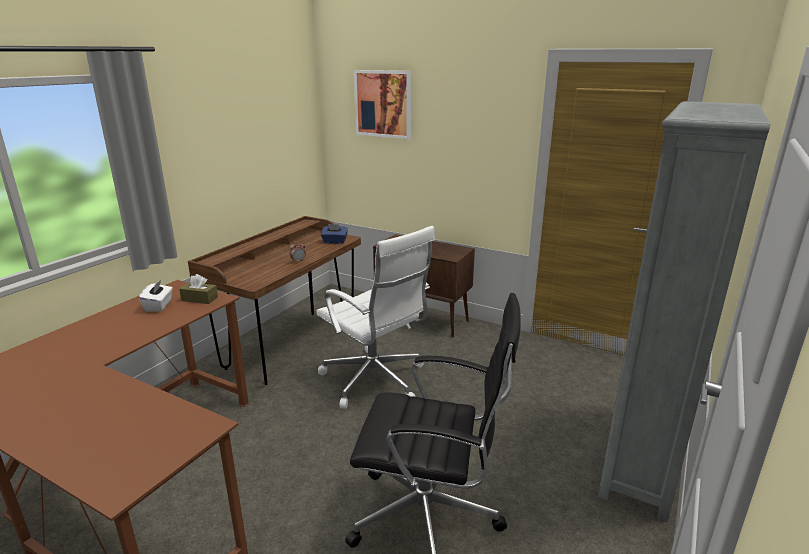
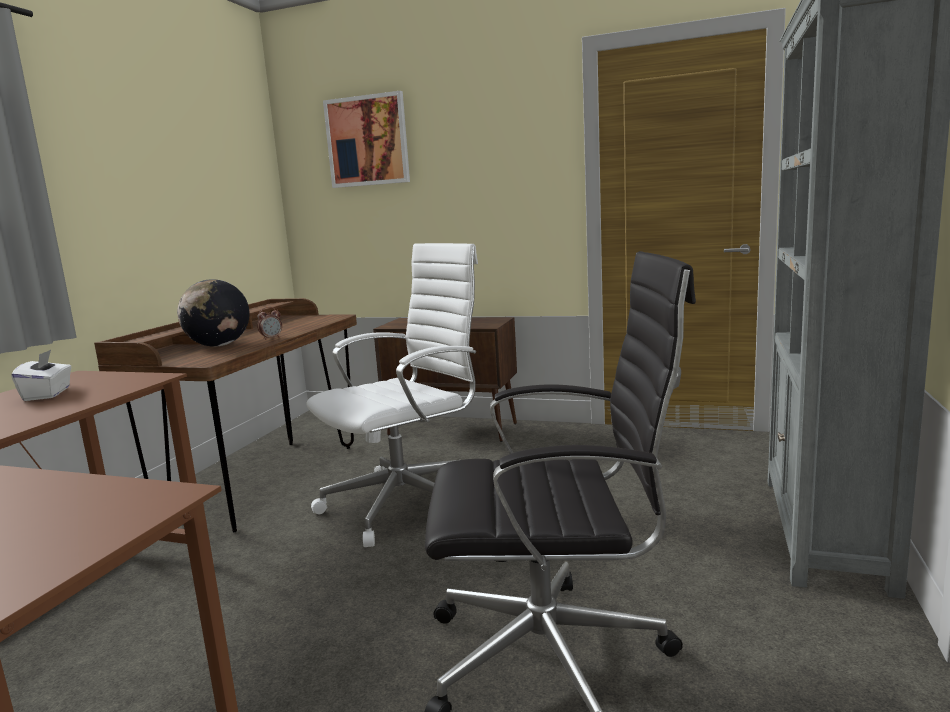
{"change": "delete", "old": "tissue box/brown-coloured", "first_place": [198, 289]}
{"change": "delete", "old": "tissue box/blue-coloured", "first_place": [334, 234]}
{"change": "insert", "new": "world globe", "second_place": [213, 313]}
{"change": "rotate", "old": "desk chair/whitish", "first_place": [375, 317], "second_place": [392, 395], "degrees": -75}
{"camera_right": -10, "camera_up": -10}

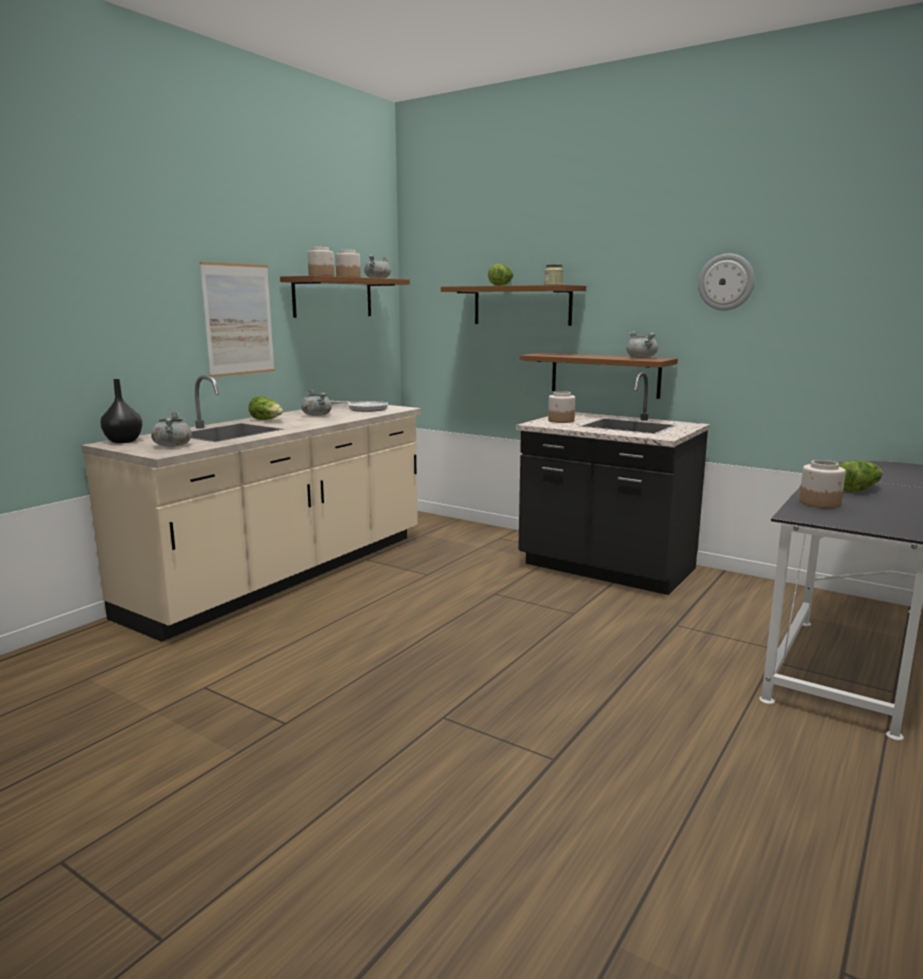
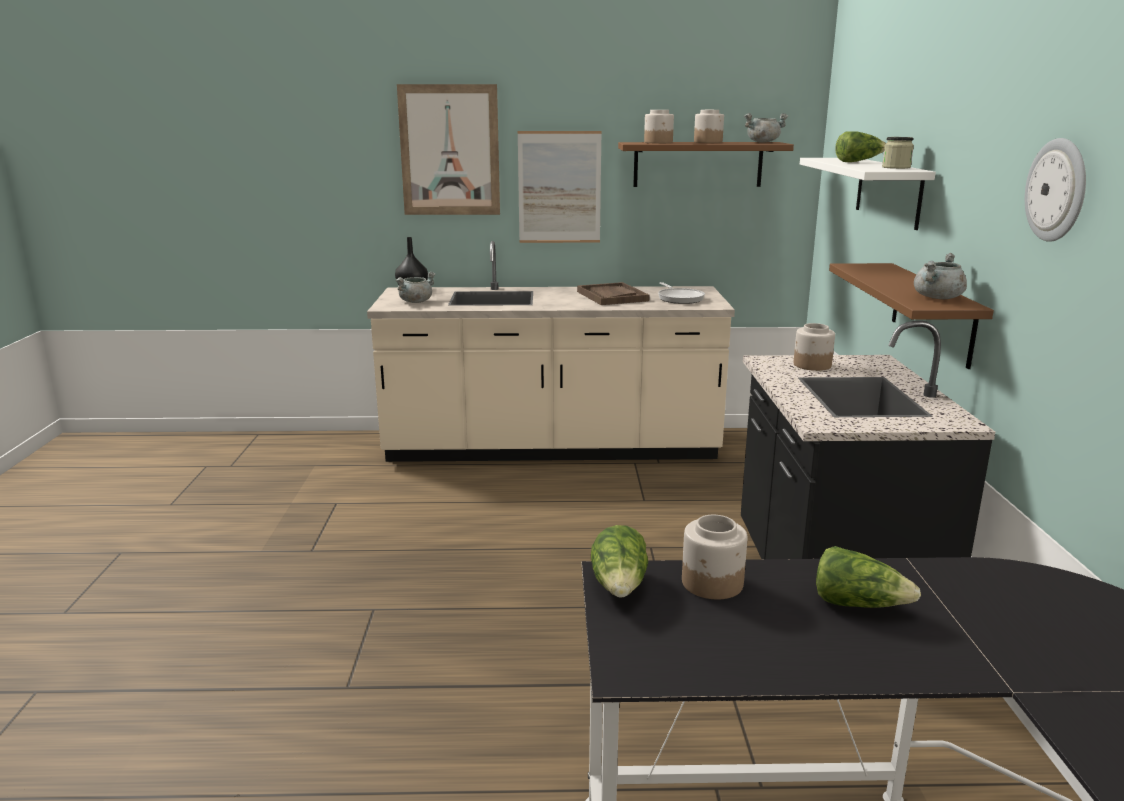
{"change": "insert", "new": "wall picture", "second_place": [448, 149]}
{"change": "move", "old": "lettuce", "first_place": [266, 408], "second_place": [619, 561]}
{"change": "replace", "old": "cooking pot/gray", "new": "tray/brown-coloured", "first_place": [316, 402], "second_place": [613, 293]}
{"change": "recolor", "old": "shelf/brown-coloured", "new": "shelf/whitish", "first_place": [513, 305], "second_place": [868, 194]}
{"camera_right": 55, "camera_up": 5}

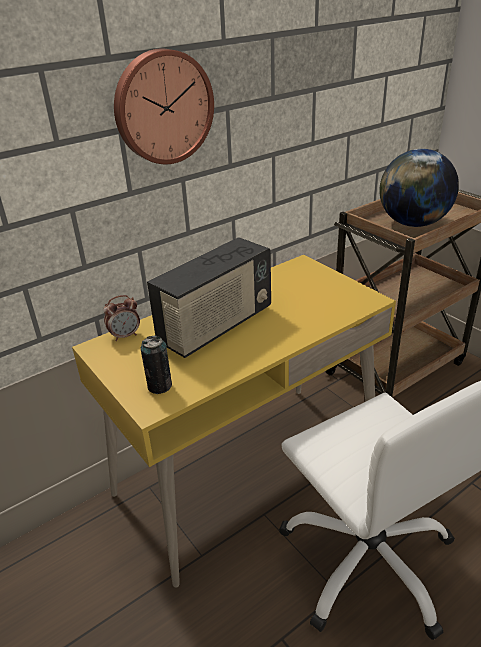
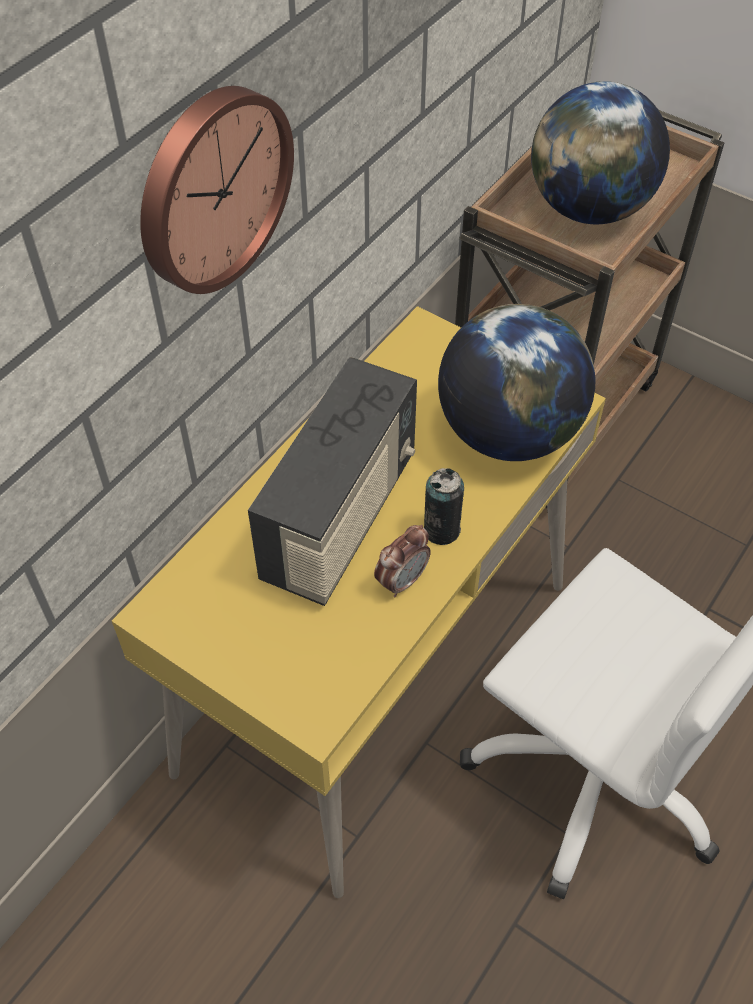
{"change": "insert", "new": "world globe", "second_place": [516, 382]}
{"change": "move", "old": "table clock", "first_place": [121, 318], "second_place": [402, 561]}
{"change": "move", "old": "sealed can", "first_place": [156, 365], "second_place": [444, 506]}
{"camera_right": -20, "camera_up": 20}

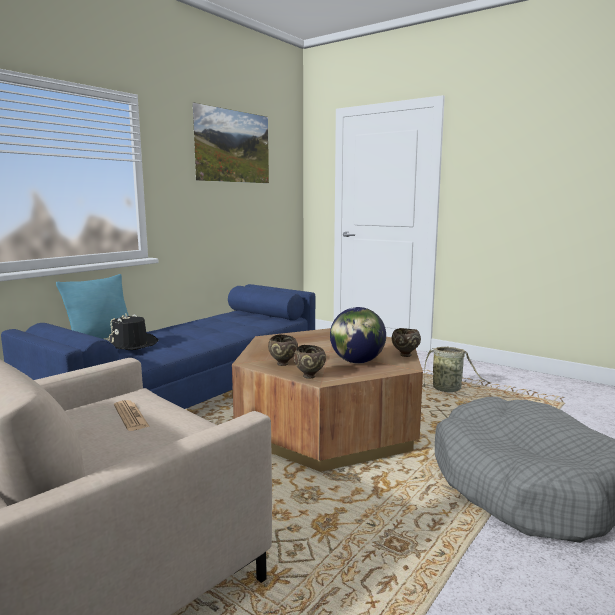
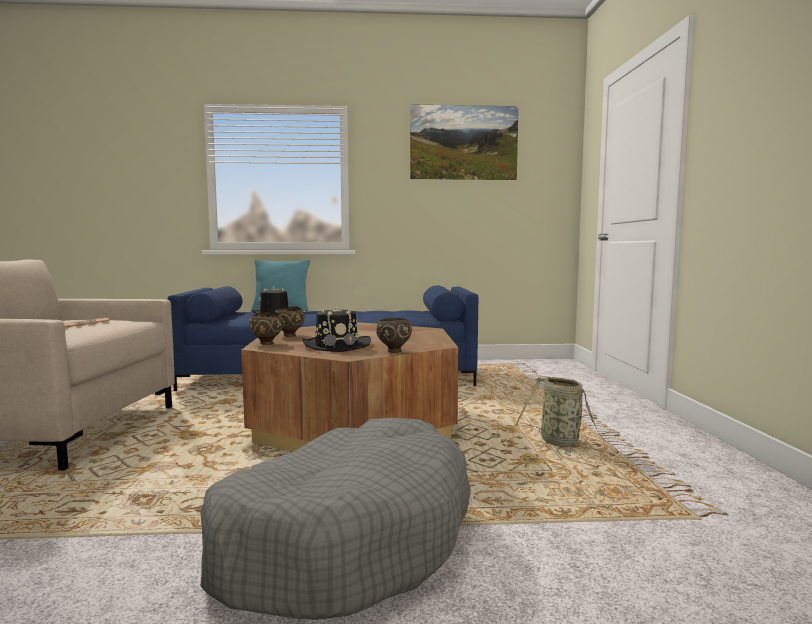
{"change": "replace", "old": "world globe", "new": "wearable hat/black-coloured", "first_place": [358, 335], "second_place": [336, 328]}
{"camera_right": 50, "camera_up": -5}

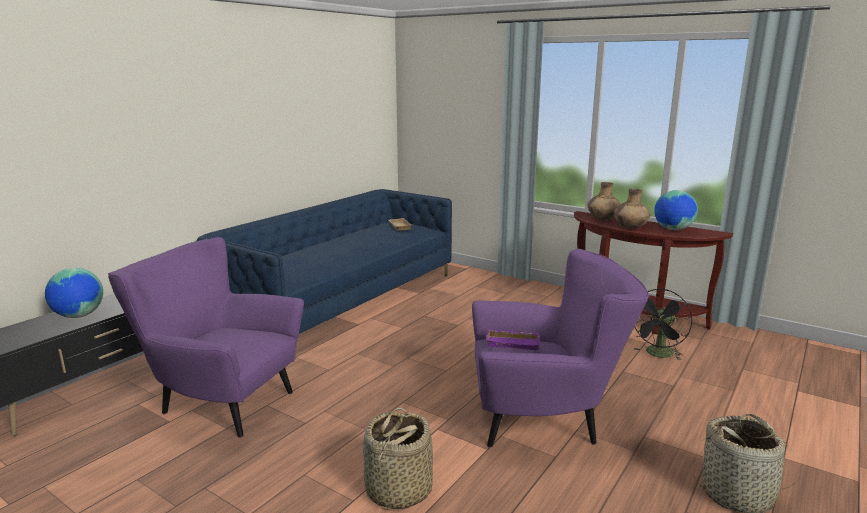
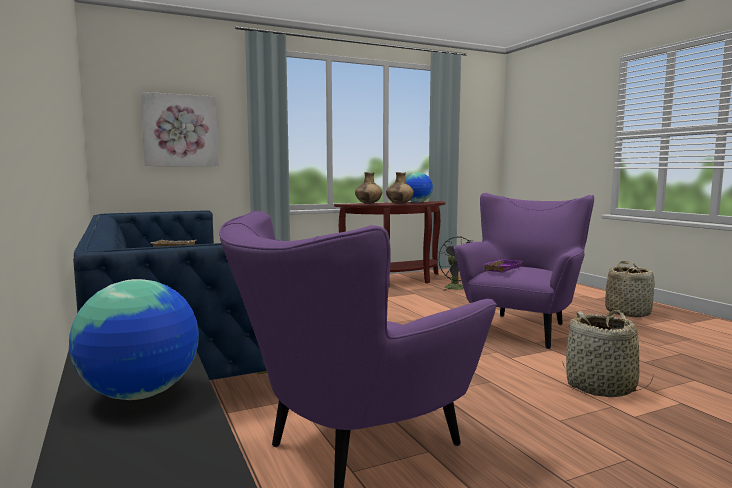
{"change": "insert", "new": "wall picture", "second_place": [179, 129]}
{"camera_right": -60, "camera_up": -10}

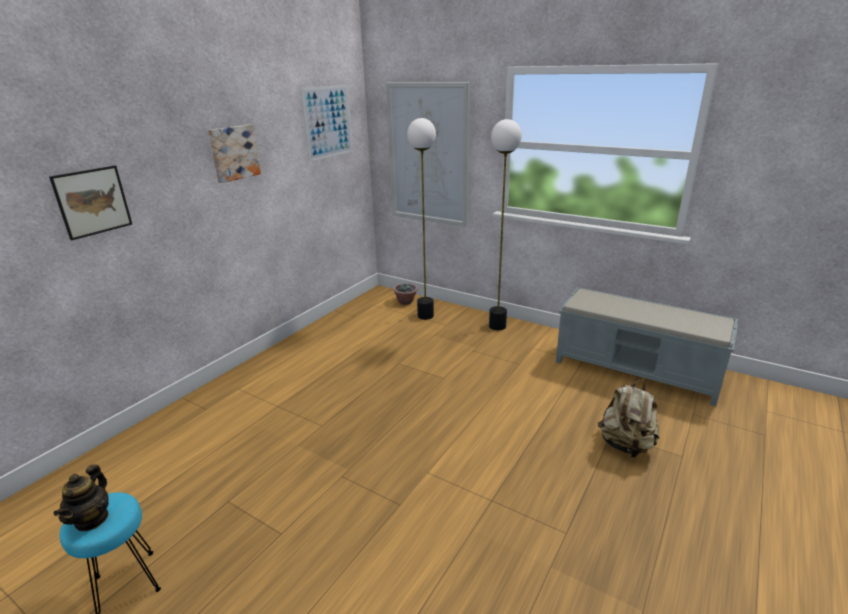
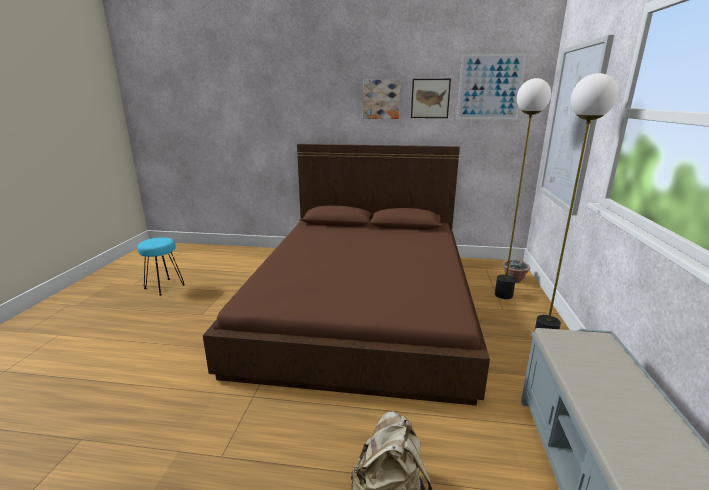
{"change": "delete", "old": "teapot", "first_place": [81, 498]}
{"change": "insert", "new": "sleeping bed/brown-coloured", "second_place": [346, 275]}
{"change": "move", "old": "wall picture", "first_place": [90, 203], "second_place": [431, 98]}
{"camera_right": 65, "camera_up": -5}

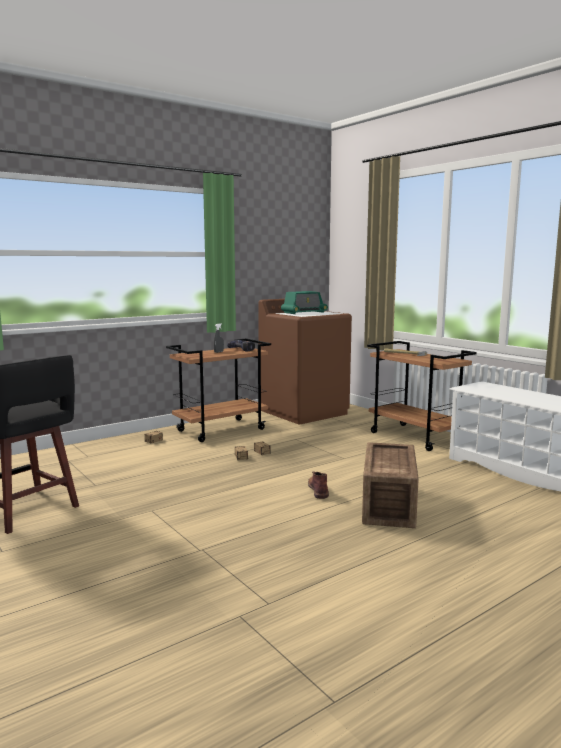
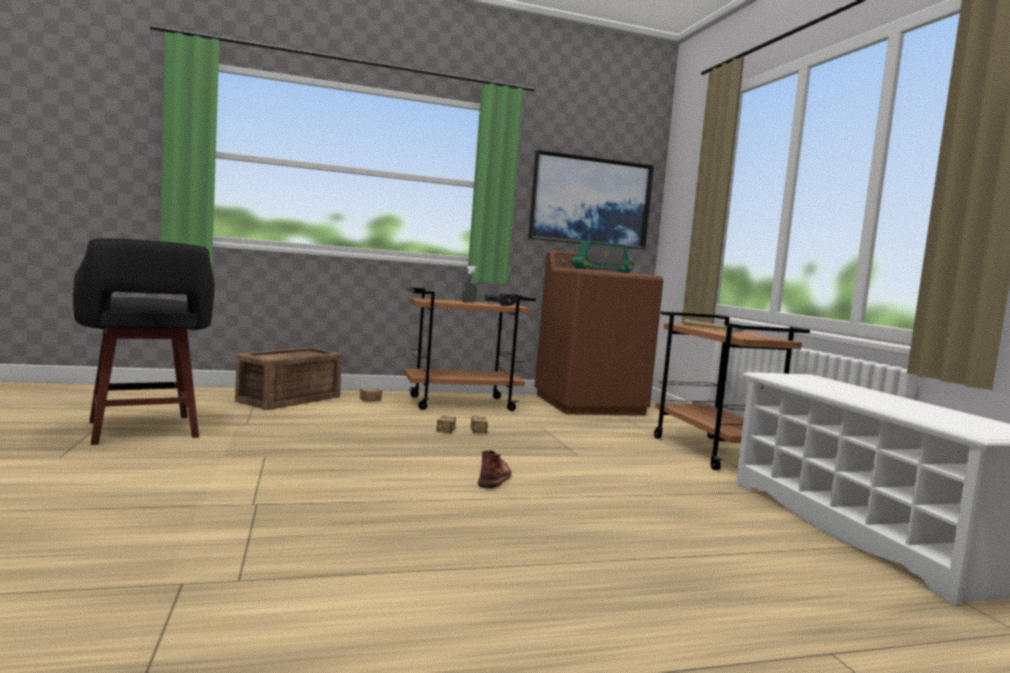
{"change": "insert", "new": "wall picture", "second_place": [591, 200]}
{"change": "move", "old": "shipping crate", "first_place": [390, 485], "second_place": [288, 378]}
{"camera_right": 20, "camera_up": -5}

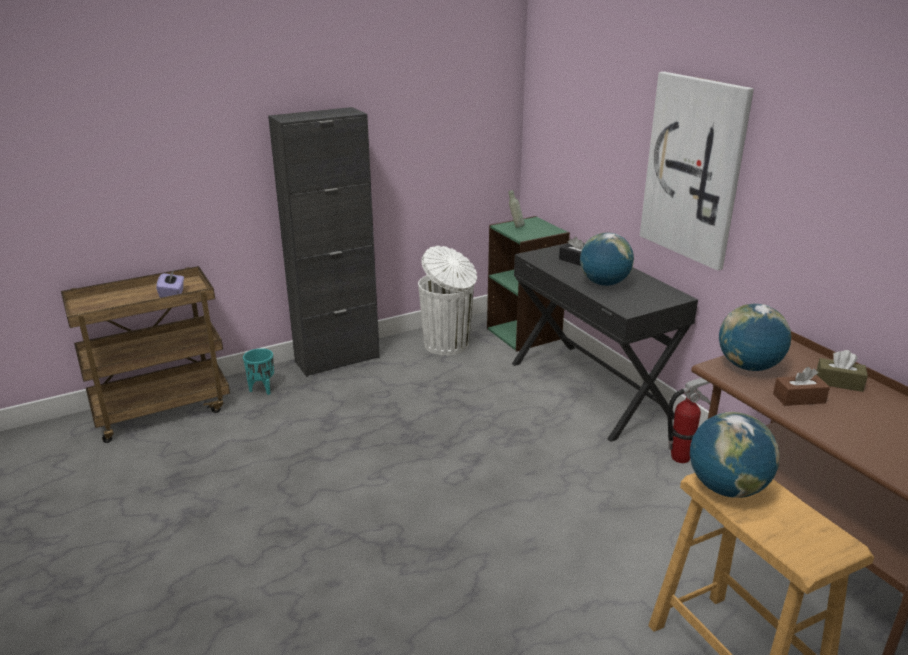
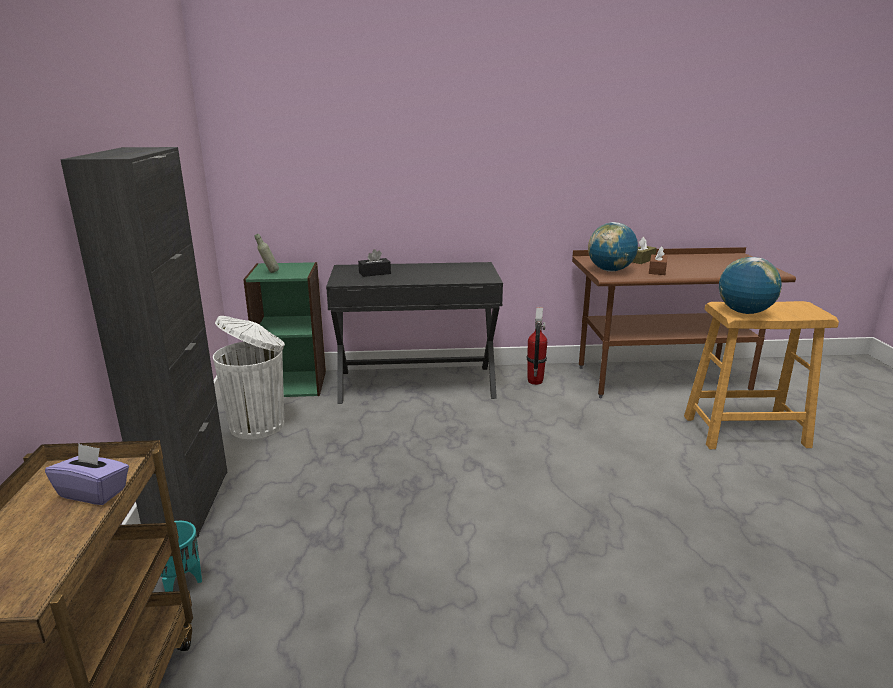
{"change": "delete", "old": "world globe", "first_place": [607, 259]}
{"change": "delete", "old": "wall picture", "first_place": [697, 171]}
{"camera_right": -65, "camera_up": -5}

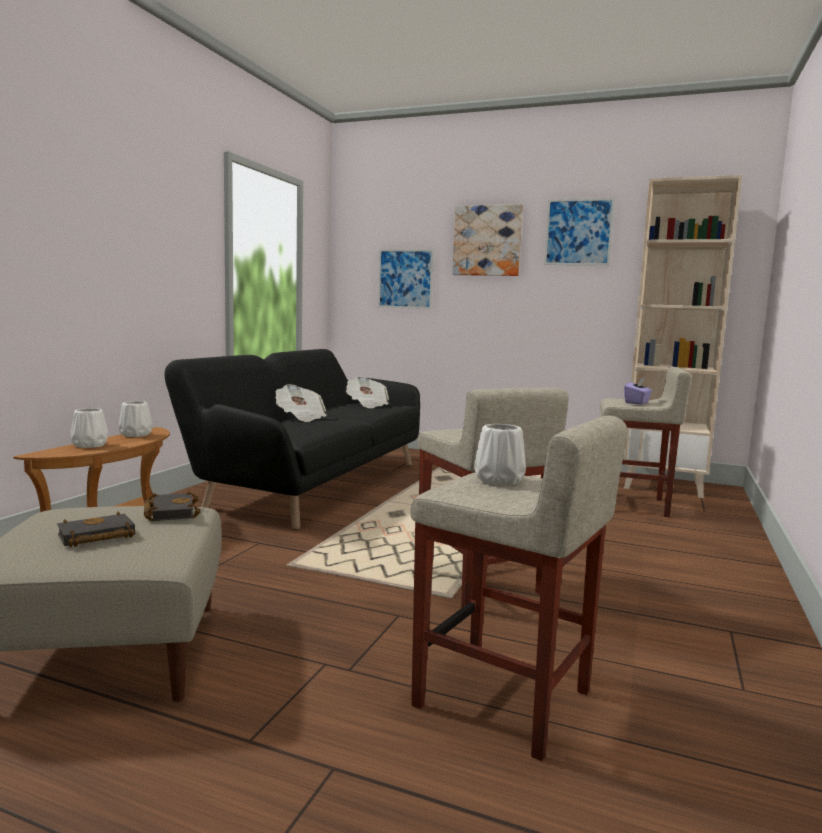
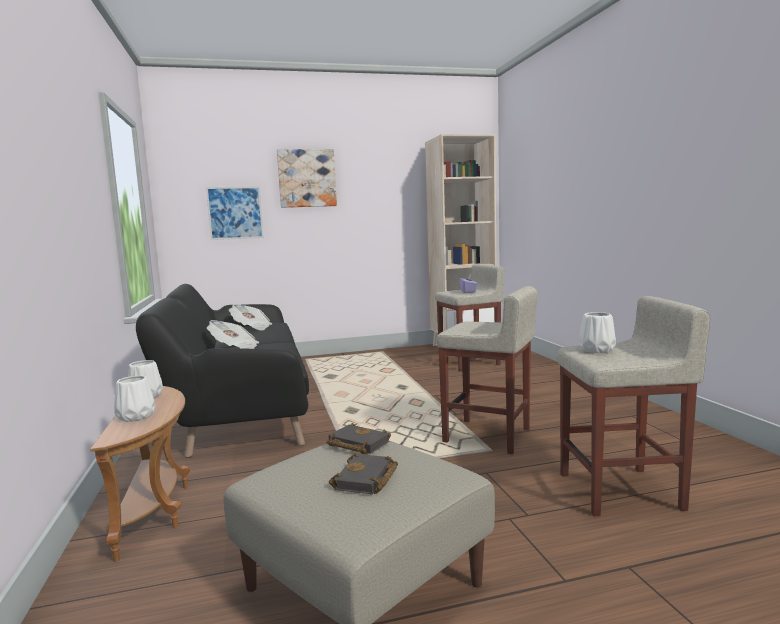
{"change": "delete", "old": "wall picture", "first_place": [579, 231]}
{"camera_right": -35, "camera_up": 0}

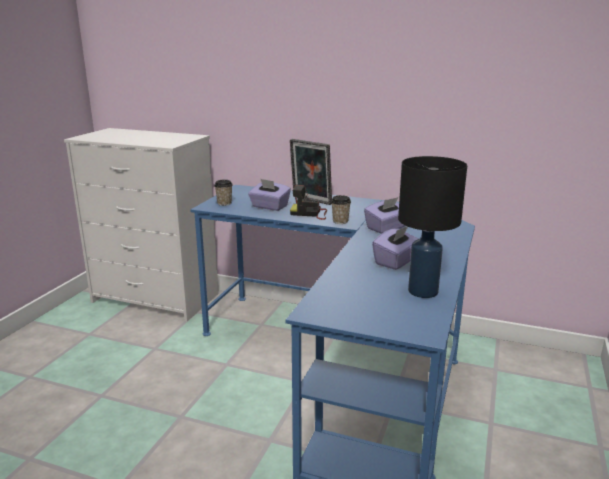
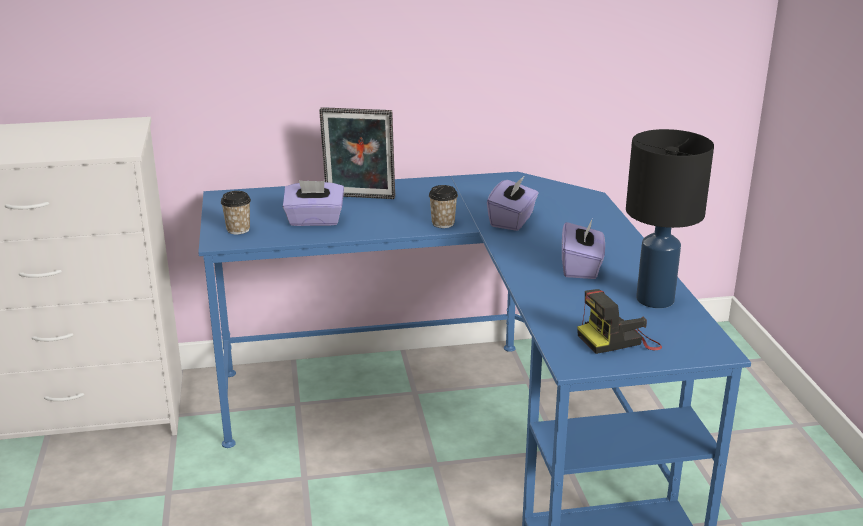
{"change": "move", "old": "still camera", "first_place": [308, 202], "second_place": [619, 321]}
{"camera_right": -30, "camera_up": 5}

